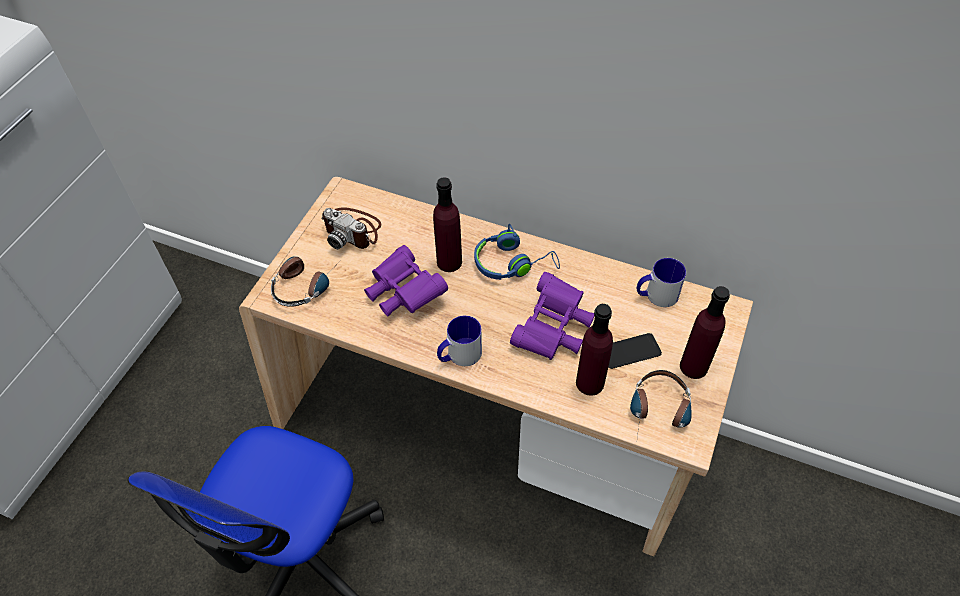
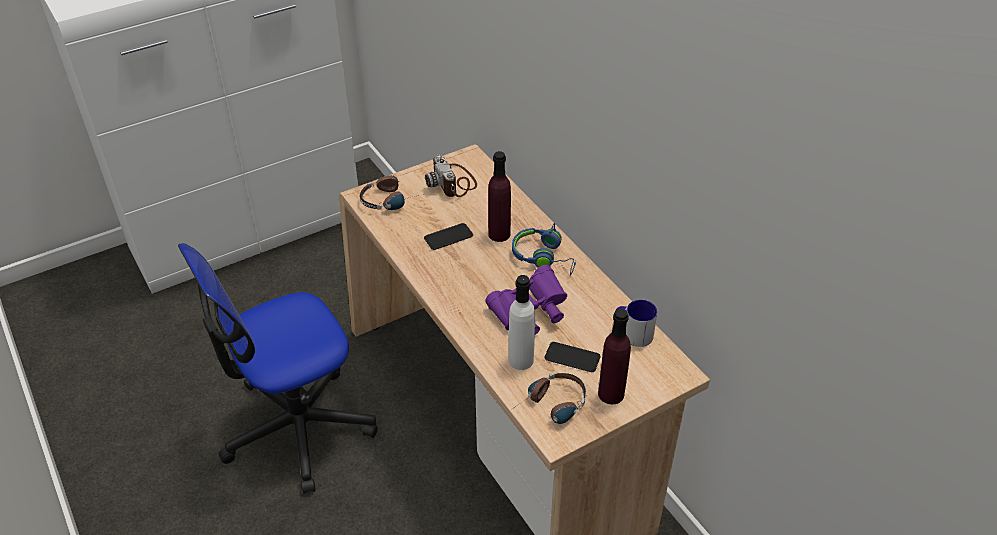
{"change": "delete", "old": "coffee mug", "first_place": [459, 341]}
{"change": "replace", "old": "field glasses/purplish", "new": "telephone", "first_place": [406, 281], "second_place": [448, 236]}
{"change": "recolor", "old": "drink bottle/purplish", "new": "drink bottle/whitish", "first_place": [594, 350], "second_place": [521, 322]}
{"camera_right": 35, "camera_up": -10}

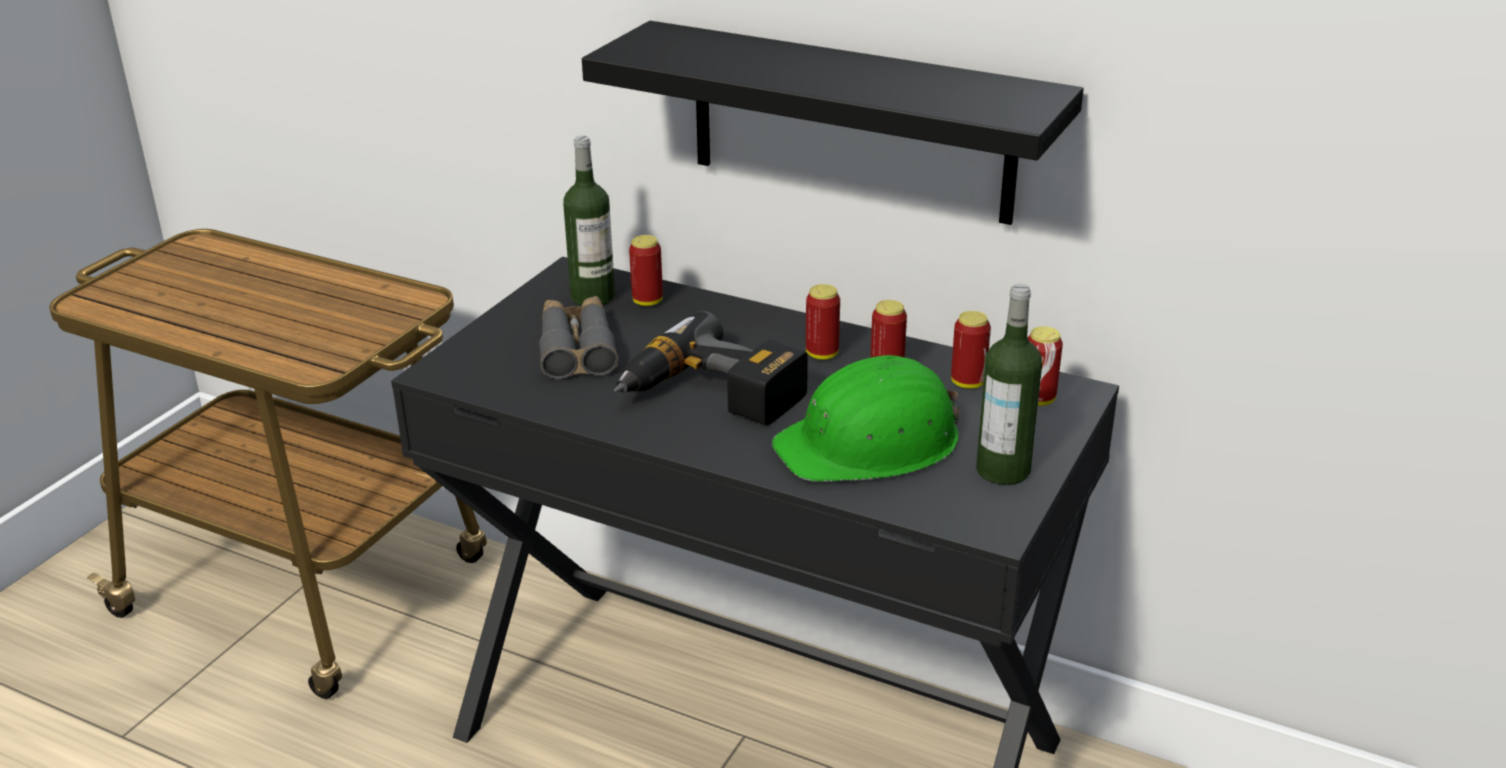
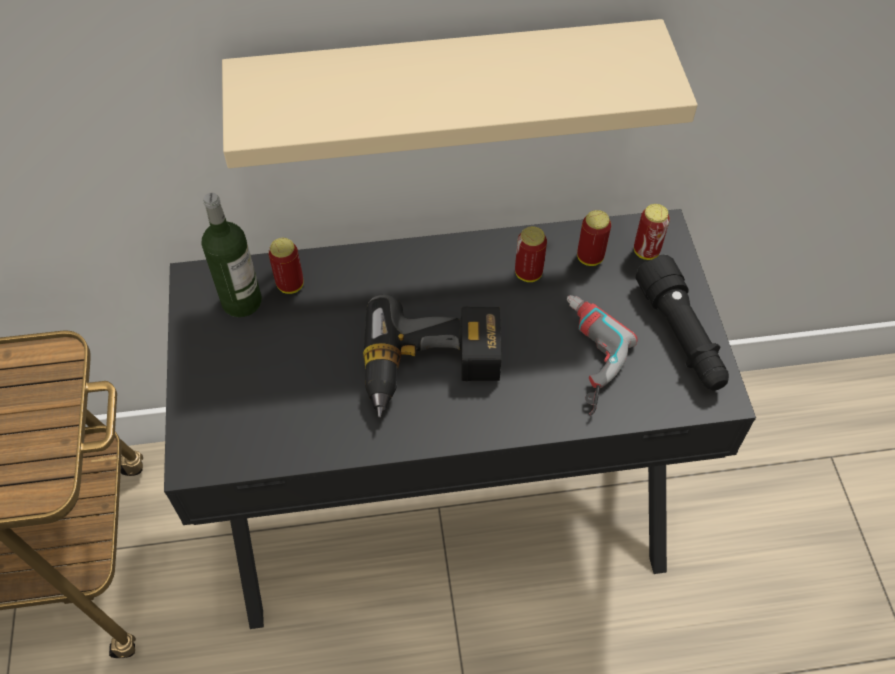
{"change": "delete", "old": "field glasses/gray", "first_place": [578, 338]}
{"change": "delete", "old": "sealed can", "first_place": [823, 322]}
{"change": "replace", "old": "hard hat/green-coloured", "new": "power drill", "first_place": [866, 418], "second_place": [602, 355]}
{"change": "replace", "old": "drink bottle", "new": "torch/black-coloured", "first_place": [1009, 384], "second_place": [682, 323]}
{"change": "recolor", "old": "shelf/black-coloured", "new": "shelf/sand-coloured", "first_place": [832, 123], "second_place": [460, 93]}
{"camera_right": -35, "camera_up": 25}

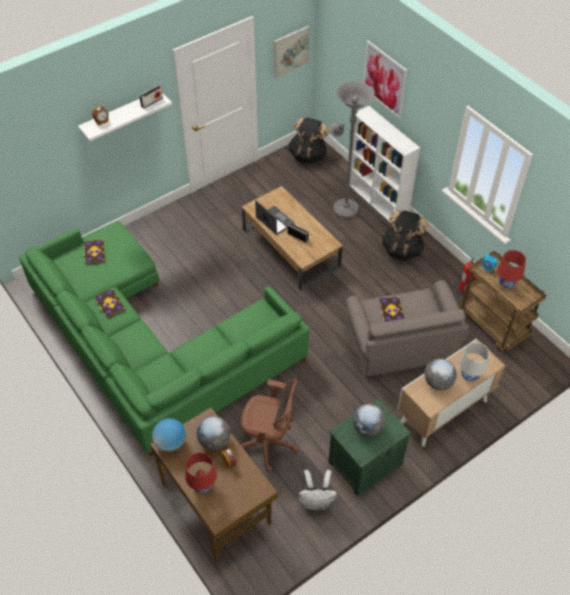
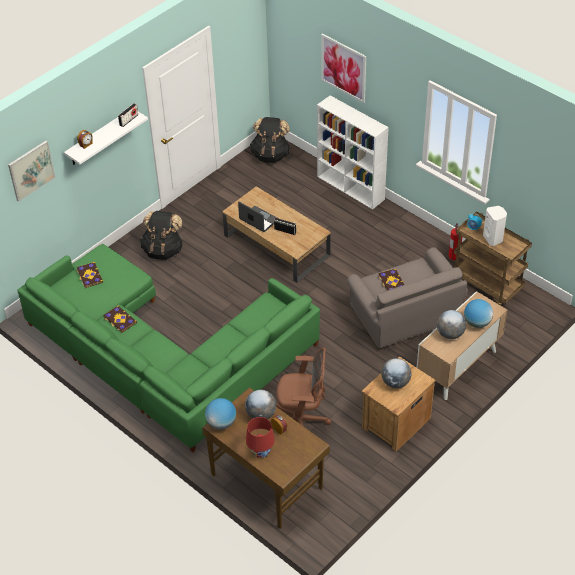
{"change": "delete", "old": "backpack/whitish", "first_place": [318, 489]}
{"change": "delete", "old": "floor lamp/gray", "first_place": [352, 150]}
{"change": "move", "old": "wall picture", "first_place": [291, 52], "second_place": [31, 171]}
{"change": "move", "old": "backpack/black-coloured", "first_place": [405, 235], "second_place": [161, 235]}
{"change": "replace", "old": "tabletop lamp/whitish", "new": "world globe", "first_place": [474, 361], "second_place": [478, 313]}
{"change": "replace", "old": "tabletop lamp/red", "new": "loudspeaker/whitish", "first_place": [511, 269], "second_place": [495, 226]}
{"change": "recolor", "old": "bedside table/green-coloured", "new": "bedside table/brown-coloured", "first_place": [370, 447], "second_place": [398, 404]}
{"camera_right": -10, "camera_up": -5}

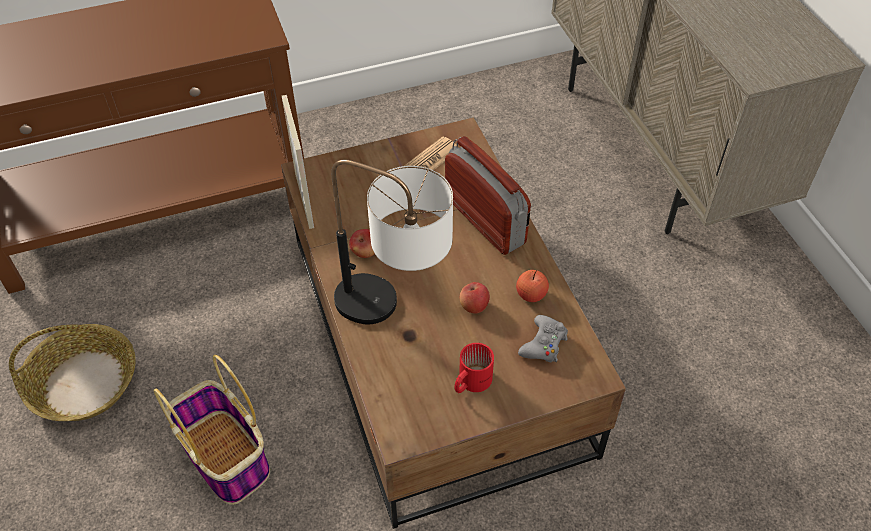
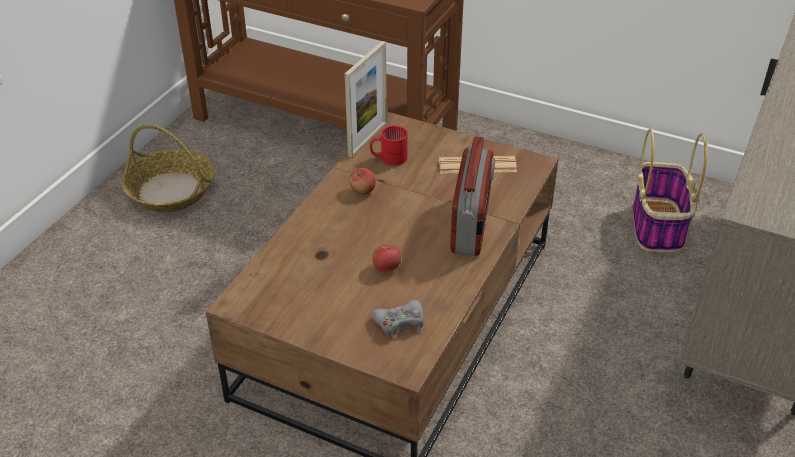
{"change": "delete", "old": "tabletop lamp", "first_place": [392, 242]}
{"change": "delete", "old": "apple", "first_place": [532, 286]}
{"change": "move", "old": "household basket", "first_place": [212, 430], "second_place": [670, 190]}
{"change": "move", "old": "coffee mug/red", "first_place": [474, 368], "second_place": [389, 146]}
{"camera_right": 45, "camera_up": -10}

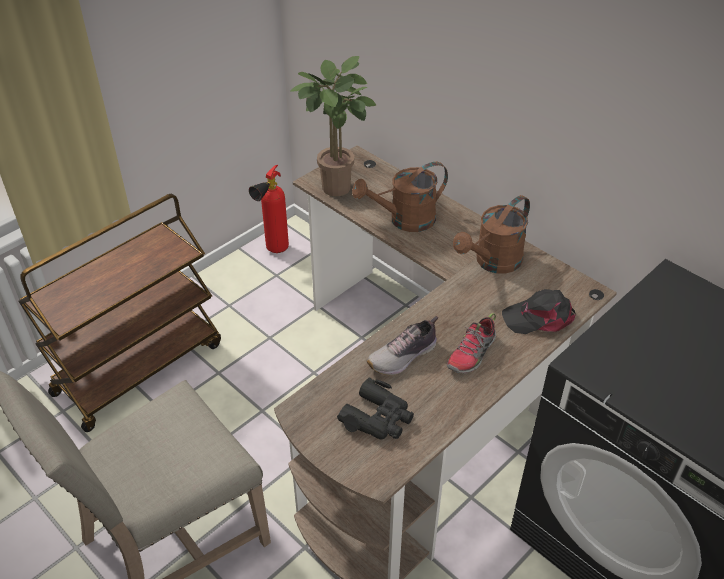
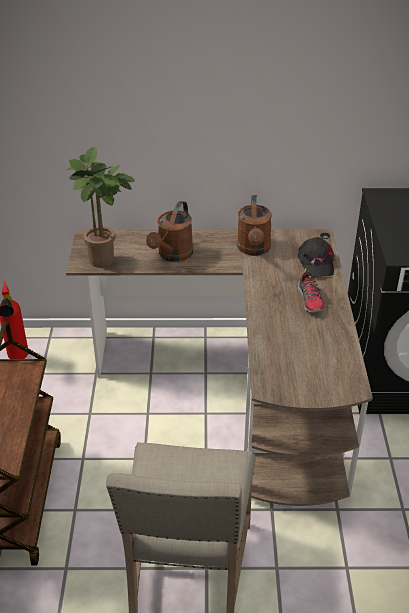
{"change": "delete", "old": "field glasses/black-coloured", "first_place": [375, 408]}
{"change": "delete", "old": "shoe", "first_place": [402, 345]}
{"change": "rotate", "old": "cap/black-coloured", "first_place": [539, 311], "second_place": [316, 257], "degrees": -45}
{"camera_right": -45, "camera_up": -5}

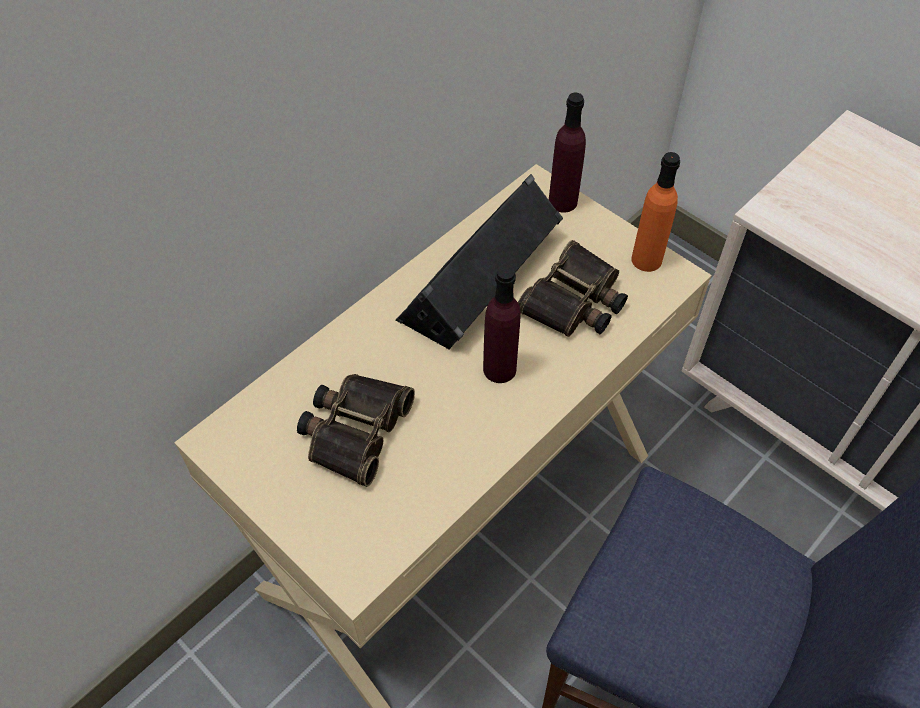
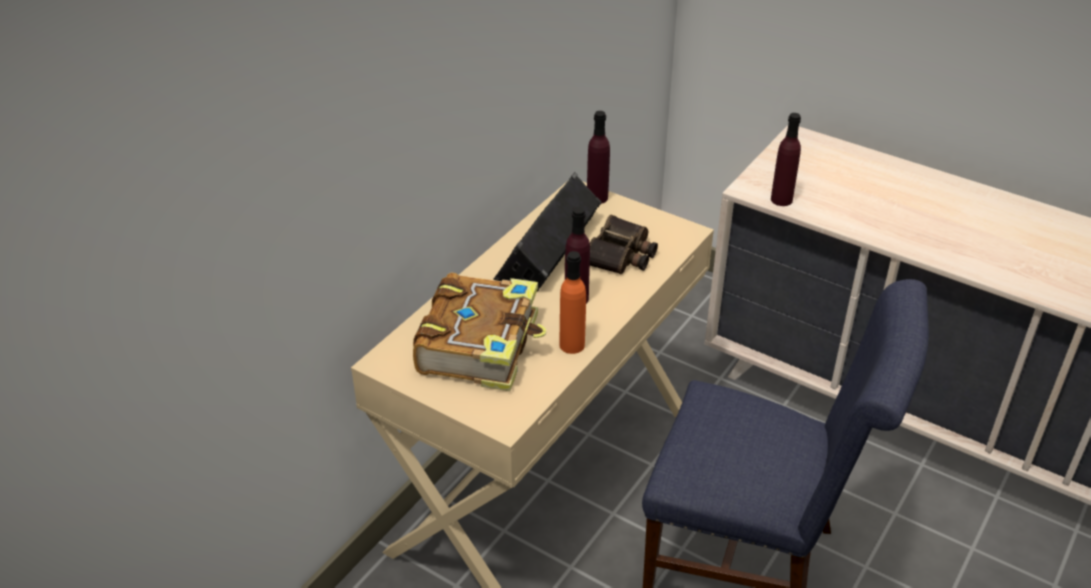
{"change": "insert", "new": "drink bottle/purplish", "second_place": [786, 159]}
{"change": "move", "old": "drink bottle/orangey", "first_place": [655, 212], "second_place": [572, 302]}
{"change": "replace", "old": "field glasses", "new": "volume", "first_place": [356, 430], "second_place": [479, 331]}
{"camera_right": -10, "camera_up": -15}

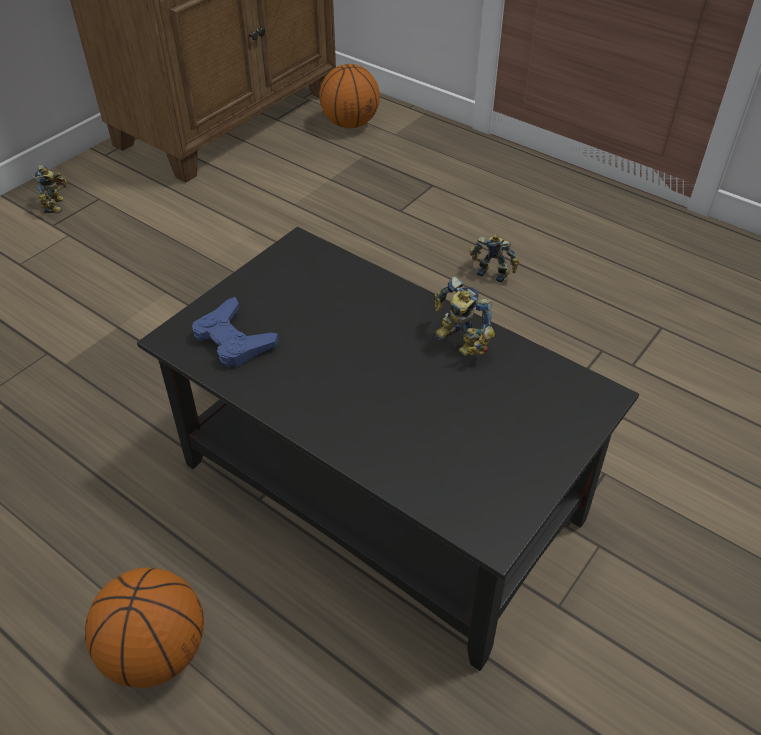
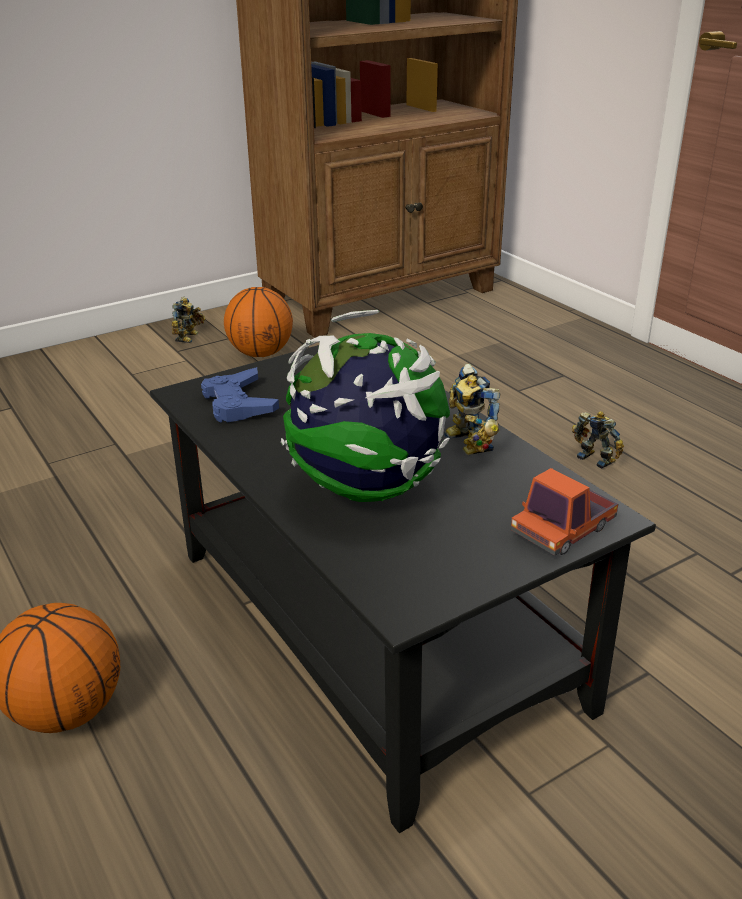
{"change": "insert", "new": "world globe", "second_place": [365, 406]}
{"change": "insert", "new": "model truck", "second_place": [564, 512]}
{"change": "move", "old": "basketball ball", "first_place": [349, 96], "second_place": [258, 322]}
{"camera_right": 20, "camera_up": -15}

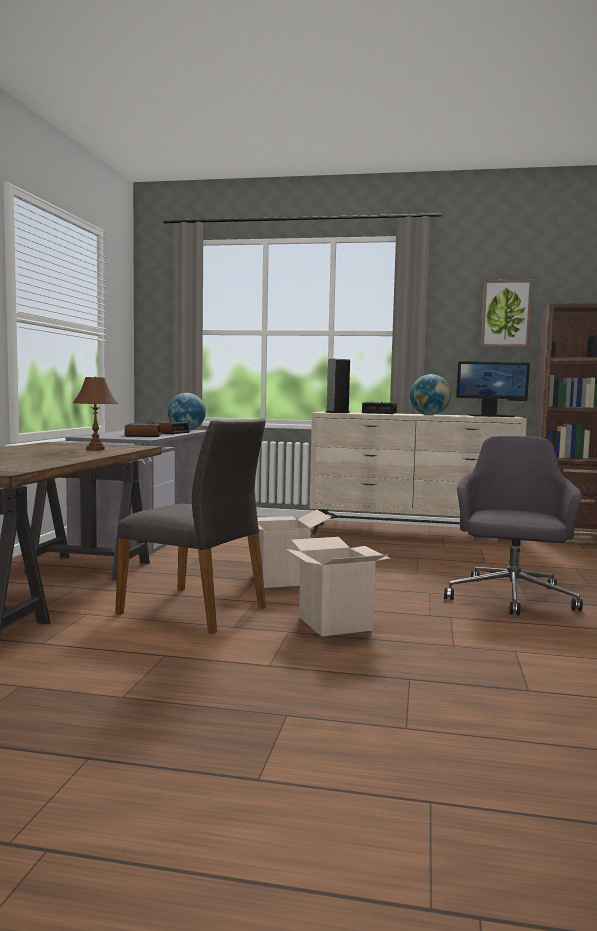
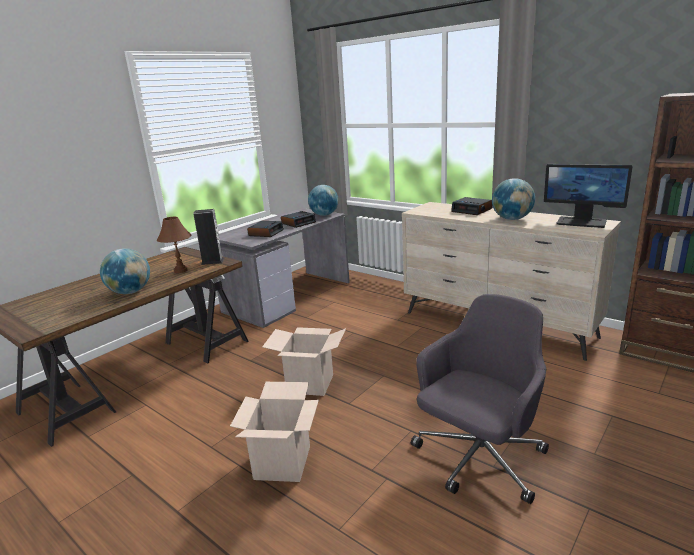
{"change": "delete", "old": "plain chair/gray", "first_place": [190, 526]}
{"change": "delete", "old": "wall picture", "first_place": [506, 313]}
{"change": "insert", "new": "world globe", "second_place": [125, 271]}
{"change": "move", "old": "loudspeaker", "first_place": [337, 386], "second_place": [208, 237]}
{"camera_right": 30, "camera_up": 15}

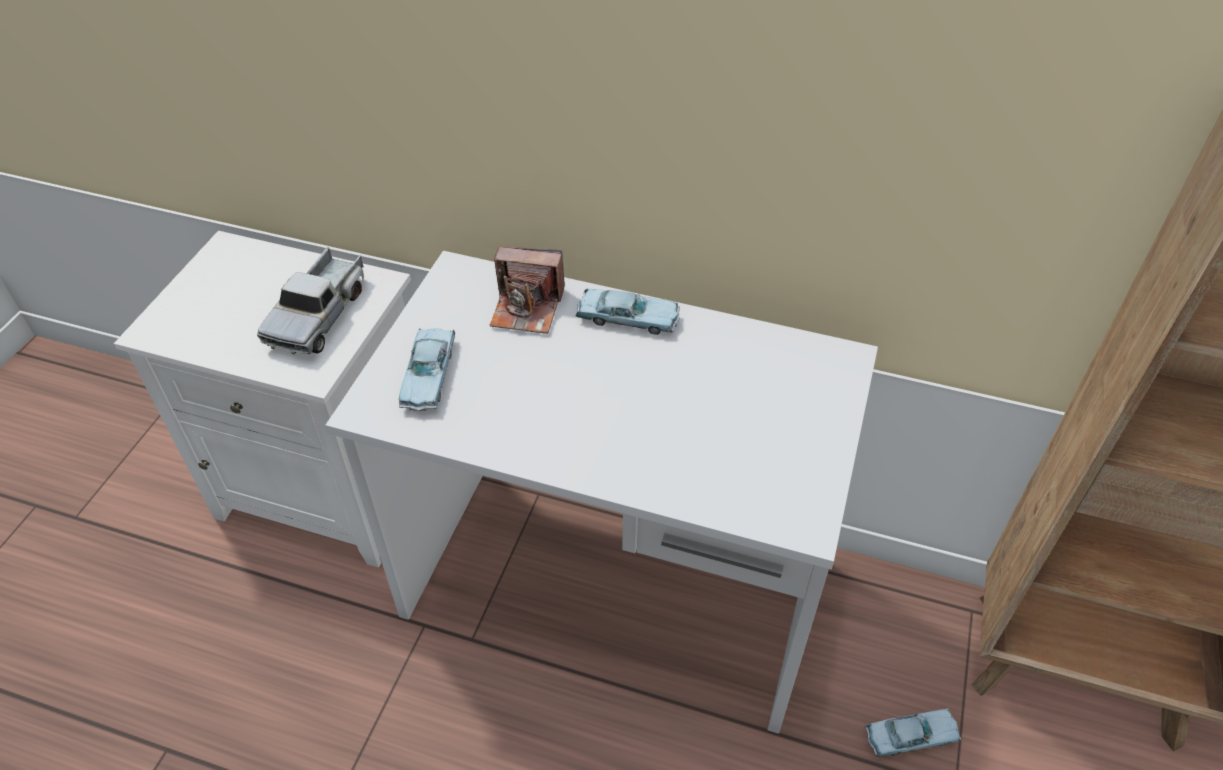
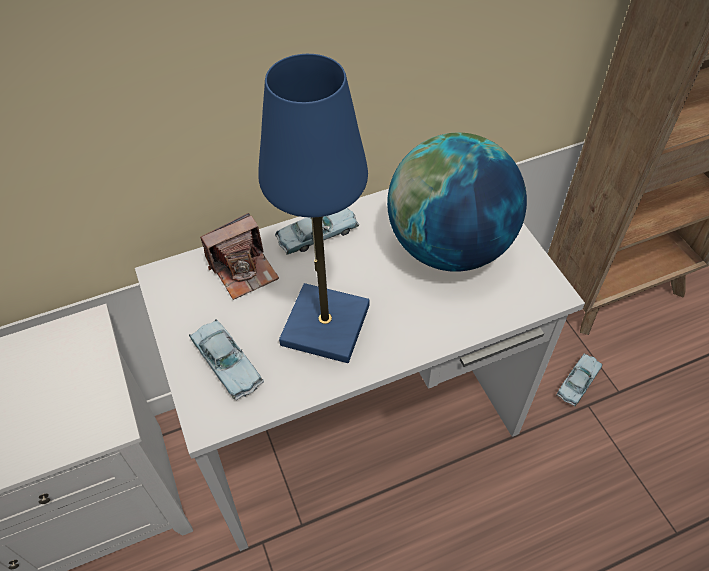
{"change": "delete", "old": "model truck", "first_place": [310, 301]}
{"change": "insert", "new": "tabletop lamp/blue-coloured", "second_place": [313, 208]}
{"change": "insert", "new": "world globe", "second_place": [457, 202]}
{"camera_right": -40, "camera_up": 5}

